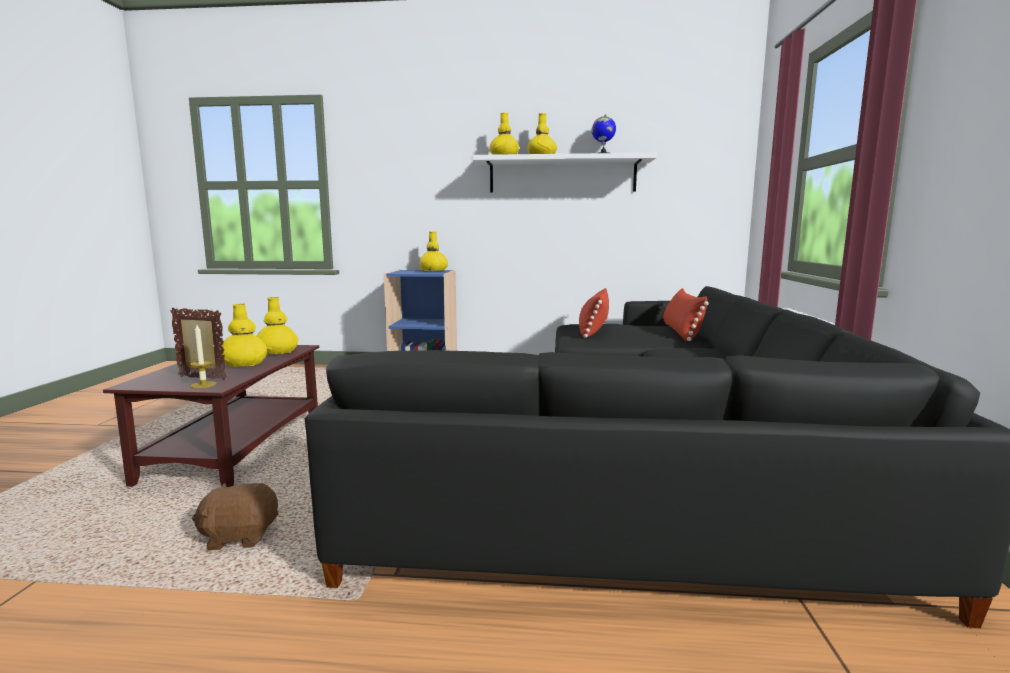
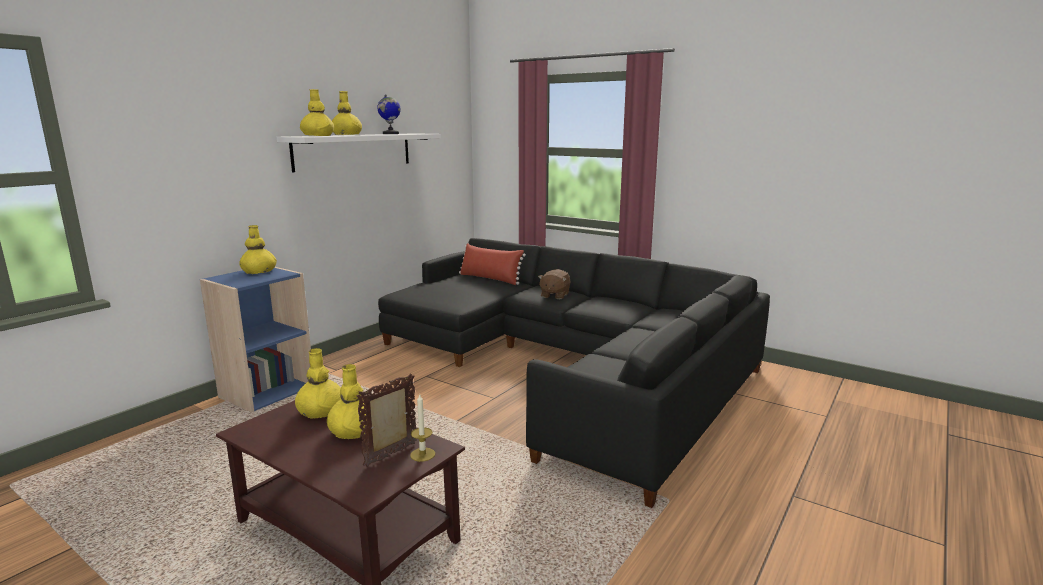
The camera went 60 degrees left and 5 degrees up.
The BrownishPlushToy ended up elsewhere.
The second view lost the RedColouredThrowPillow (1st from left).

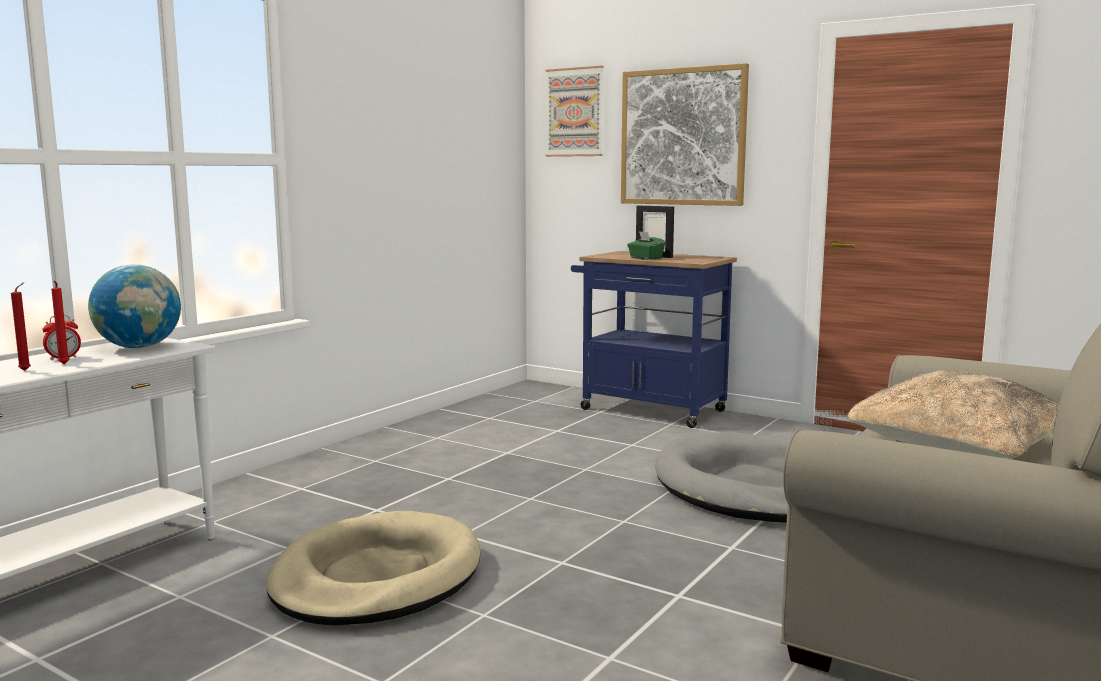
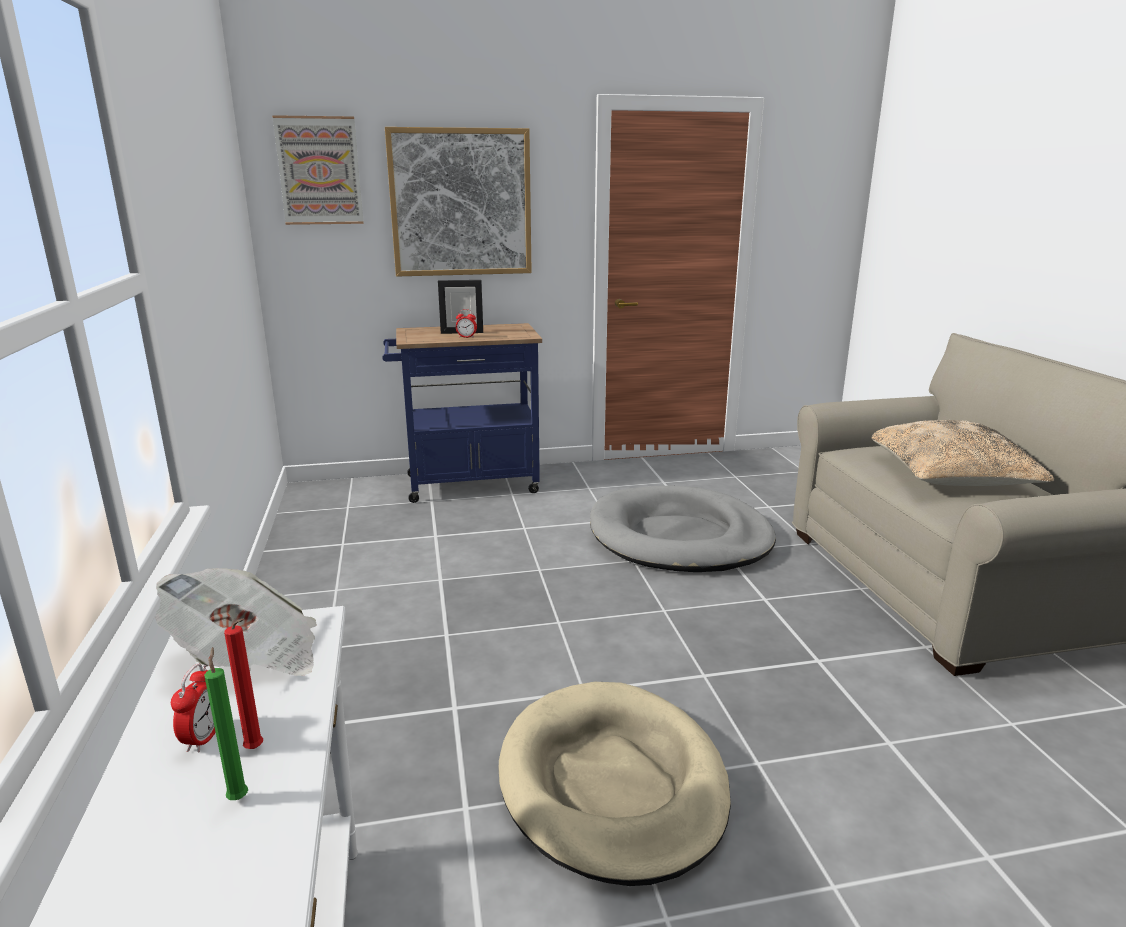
The camera went 45 degrees left and 10 degrees up.
What was the RedColouredCandle (1st from left) turned into the GreenColouredCandle.
Where the WorldGlobe stood, the PrintedPaper came to stand.
Where the GreenColouredTissueBox stood, the TableClock (2nd from left) came to stand.

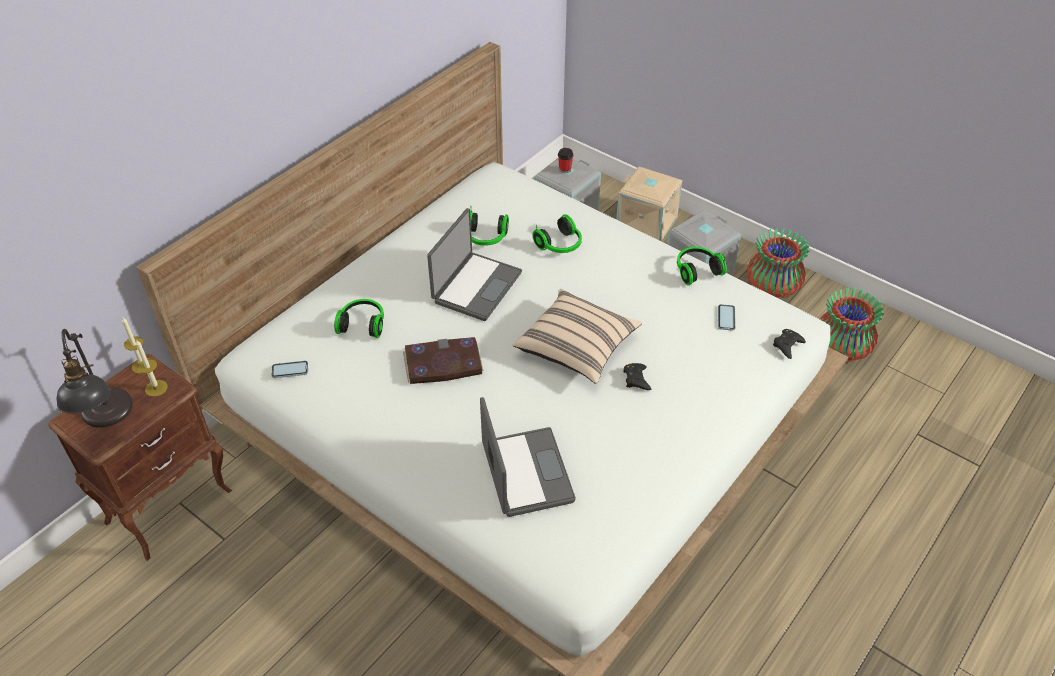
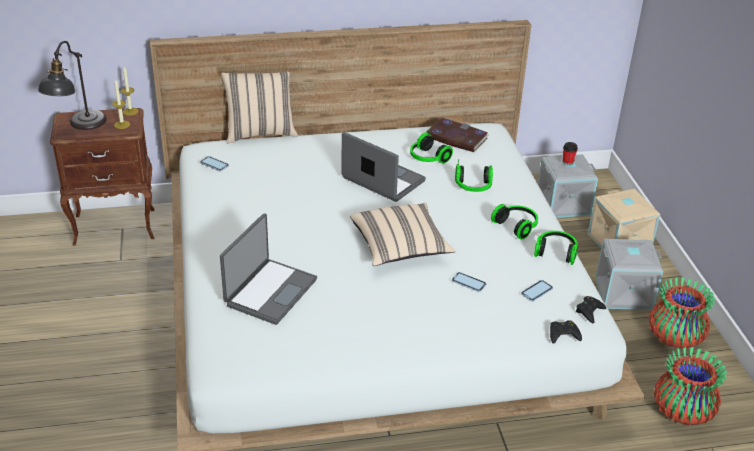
The camera went 40 degrees right and 10 degrees down.
The Headphones (1st from left in the first image) ended up elsewhere.
The BoundBook ended up elsewhere.
The NotebookComputer (1st from left in the first image) ended up facing another way, 120 degrees counterclockwise from before.
The BlackishJoypad (1st from left in the first image) ended up elsewhere.
The second view gained the BeigeColouredThrowPillow (1st from left).
The second view gained the Handset (2nd from left).

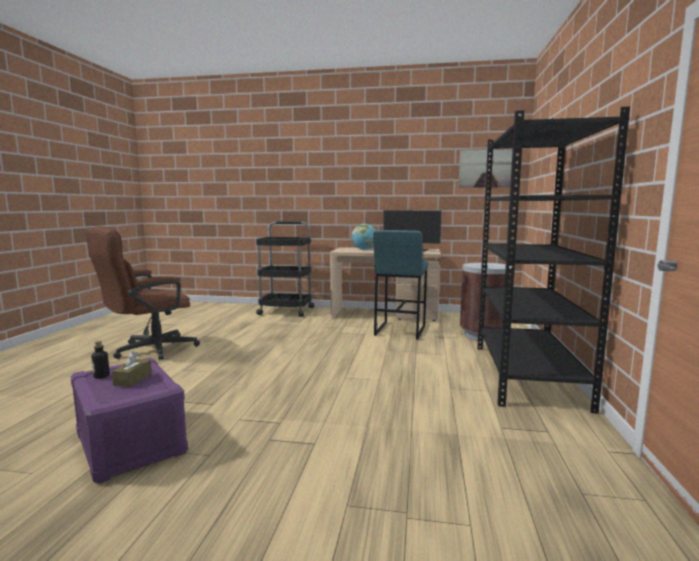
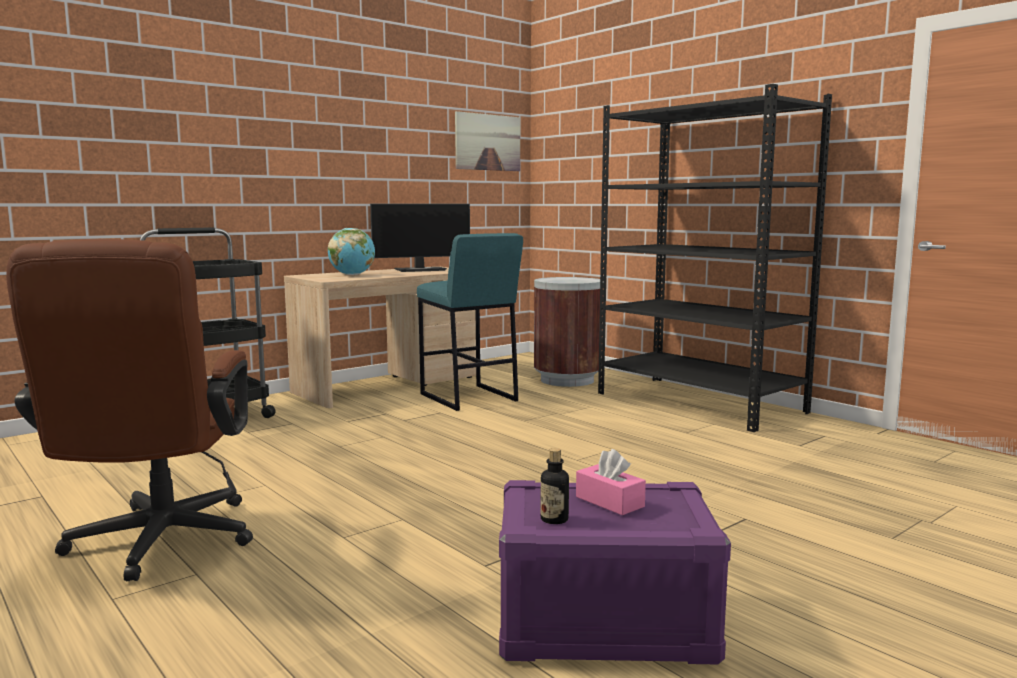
The camera went 50 degrees left and 0 degrees up.
What was the BrownishTissueBox turned into the PinkishTissueBox.

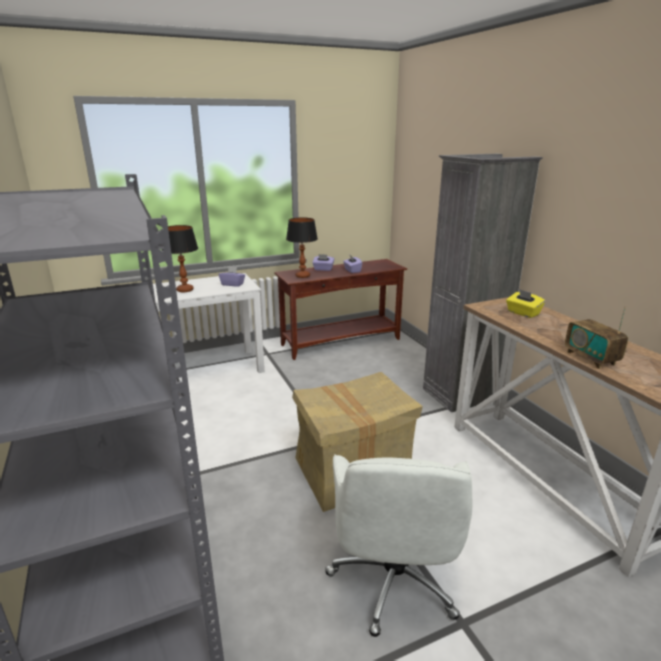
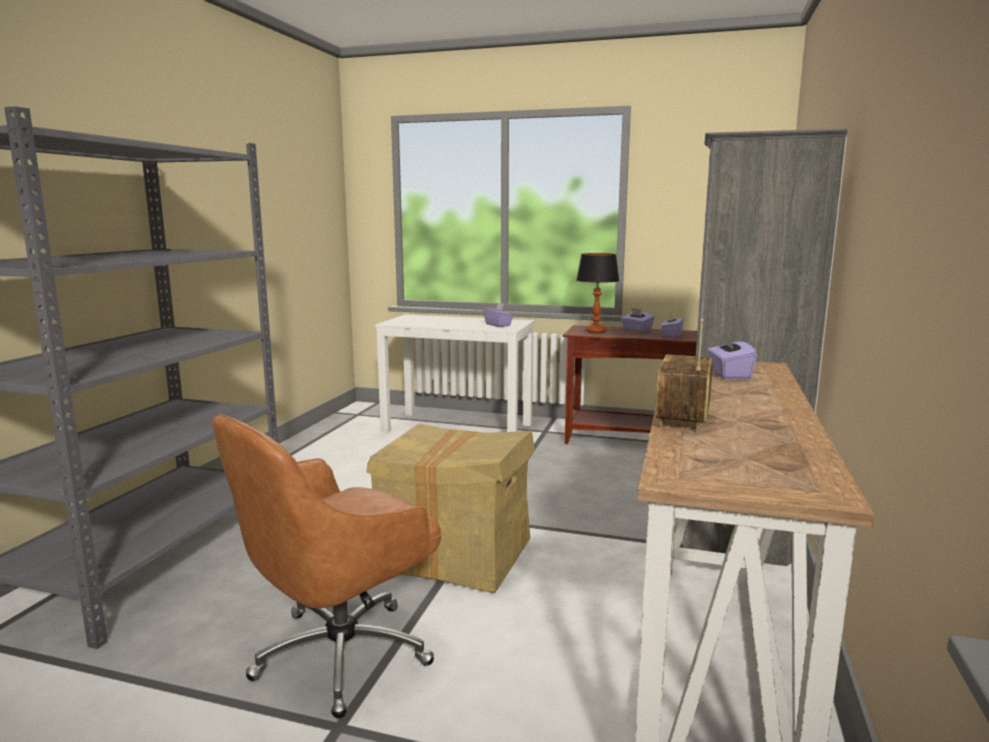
The camera went 40 degrees right and 10 degrees down.
The second view lost the LampForATable (1st from left).
What was the WhiteColouredComputerChair turned into the BrownishComputerChair.
What was the YellowColouredTissueBox turned into the PurpleTissueBox (4th from left).

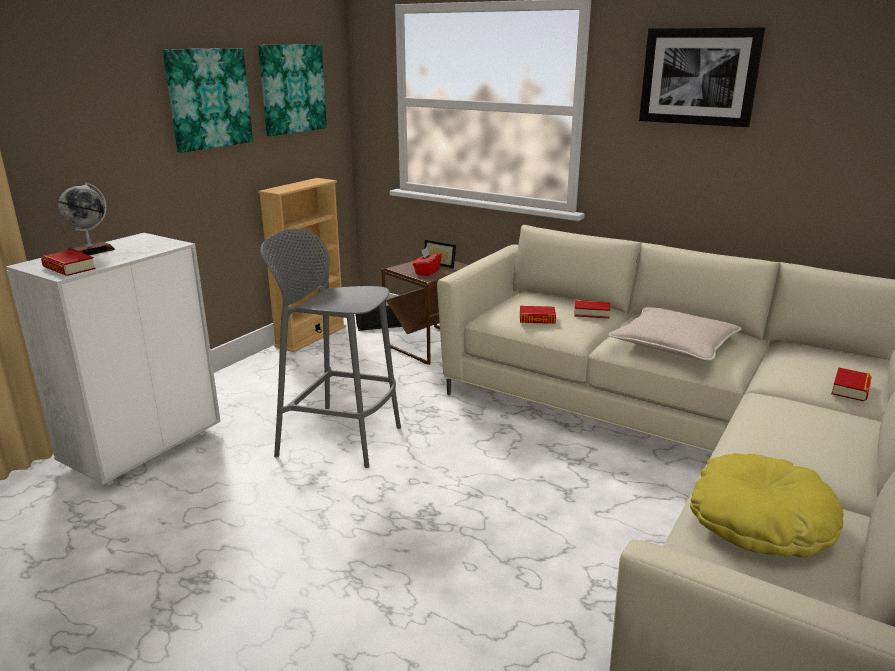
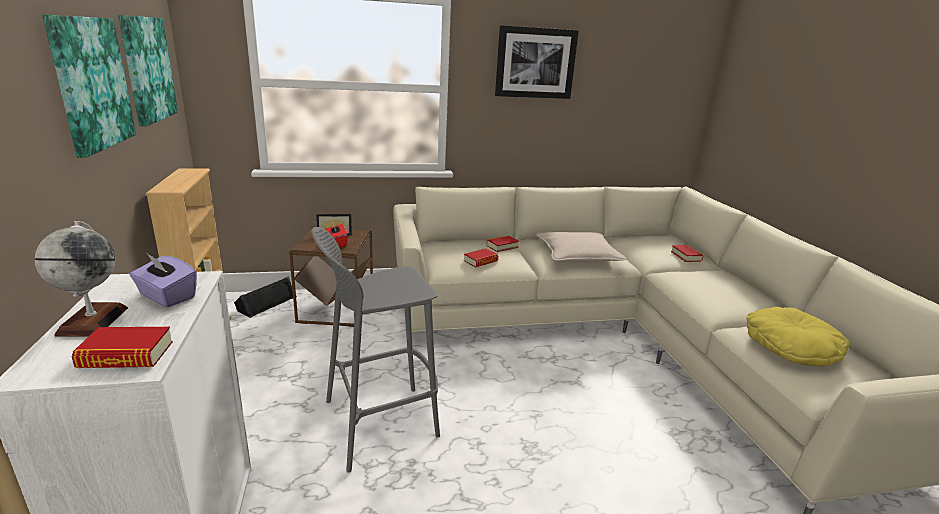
The camera went 45 degrees left and 0 degrees up.
The second view gained the PurpleTissueBox.

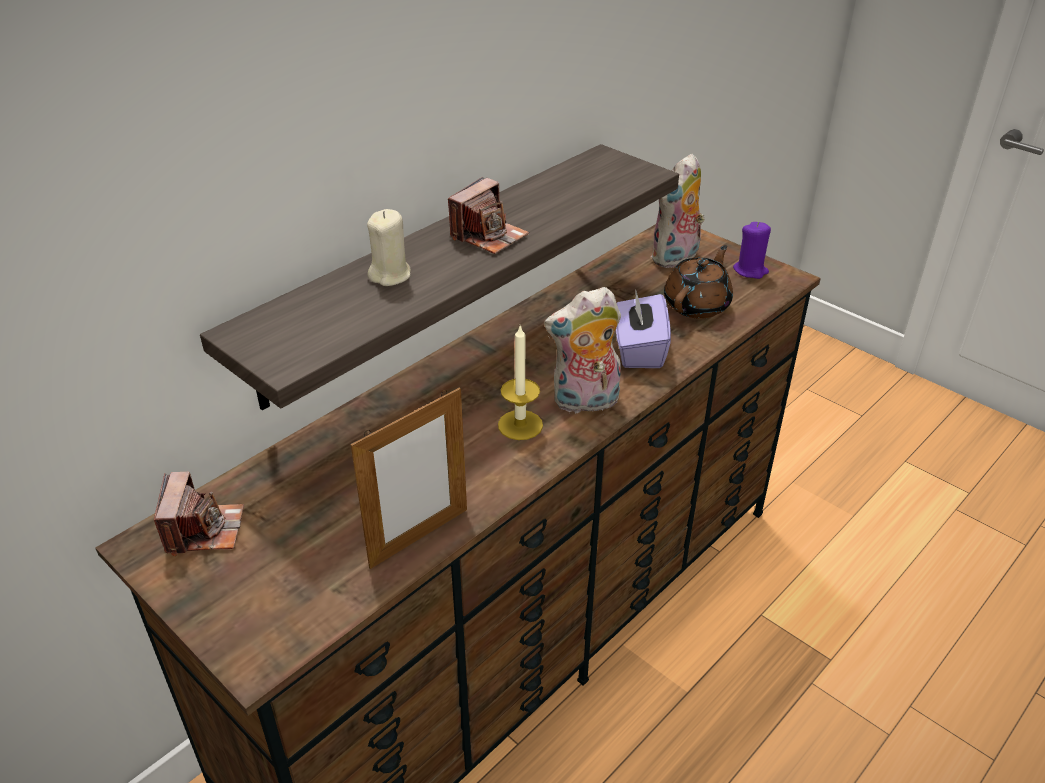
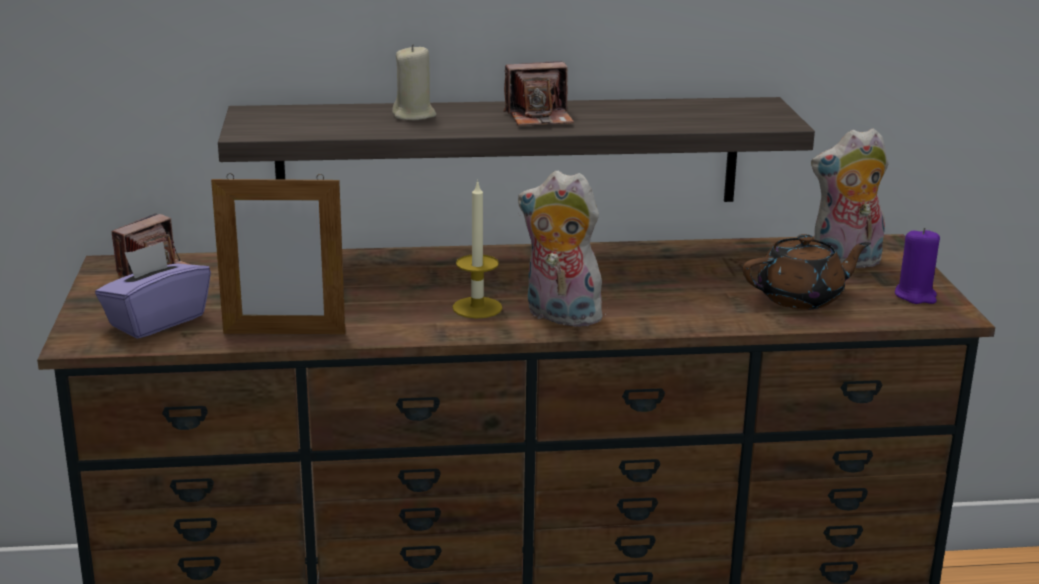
The camera went 40 degrees right and 15 degrees down.
The PurpleTissueBox ended up elsewhere.

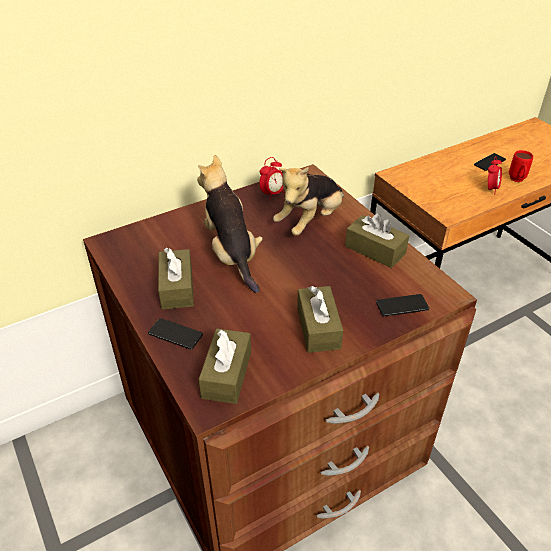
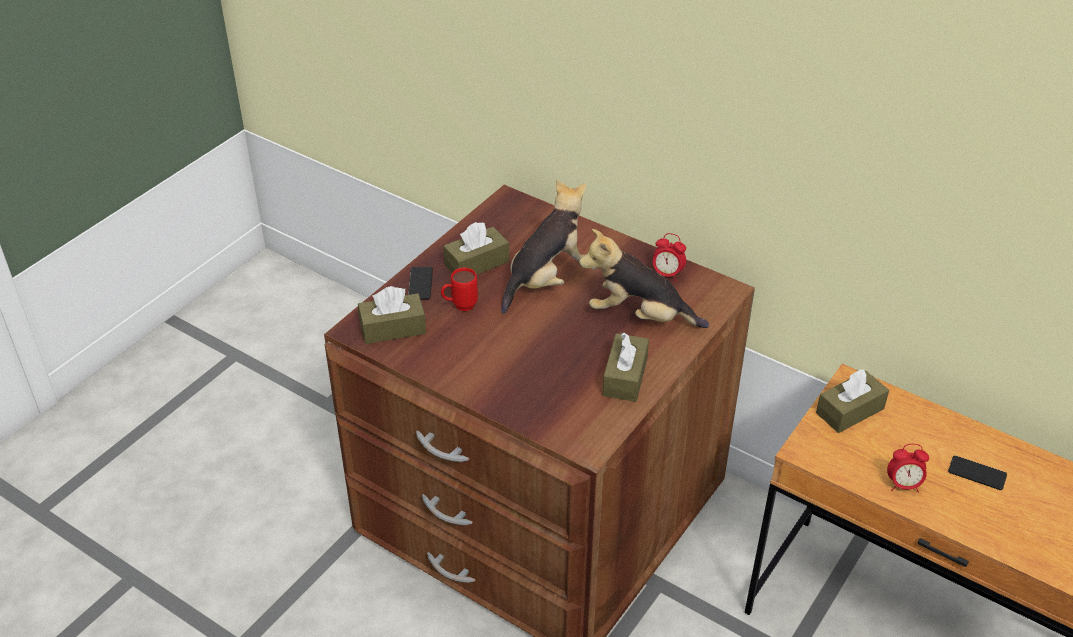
The camera went 65 degrees right and 0 degrees up.
The BrownishTissueBox (3rd from left in the first image) ended up elsewhere.
The second view lost the Handset (2nd from left).
The RedColouredTeaMug ended up elsewhere.

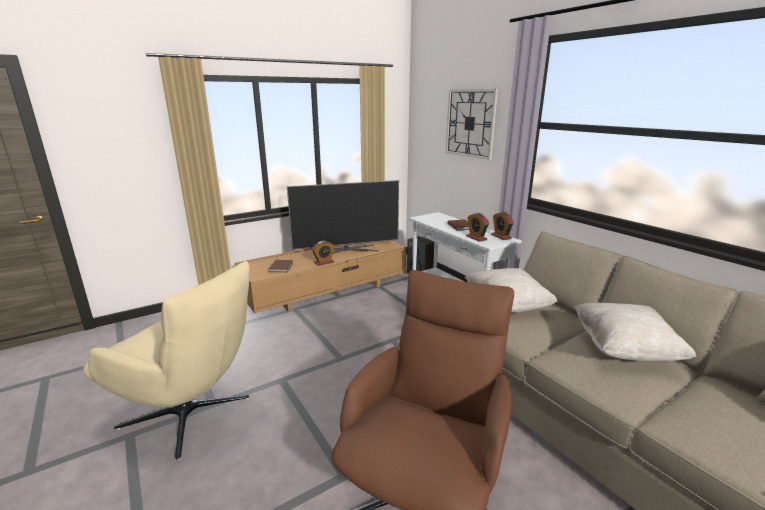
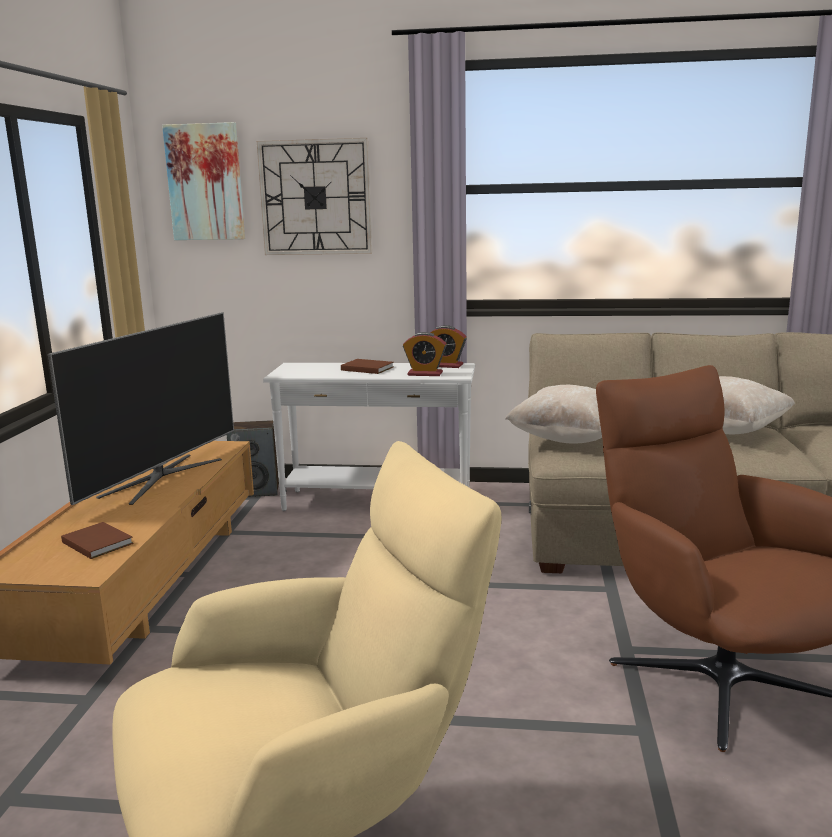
The camera went 50 degrees left and 5 degrees down.
The second view lost the TableClock (1st from left).
The second view gained the WallArt.

